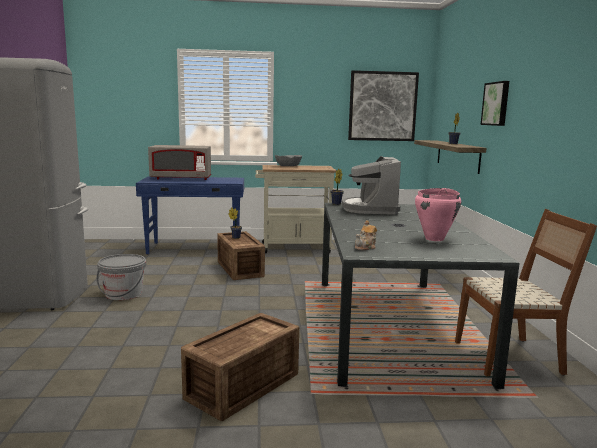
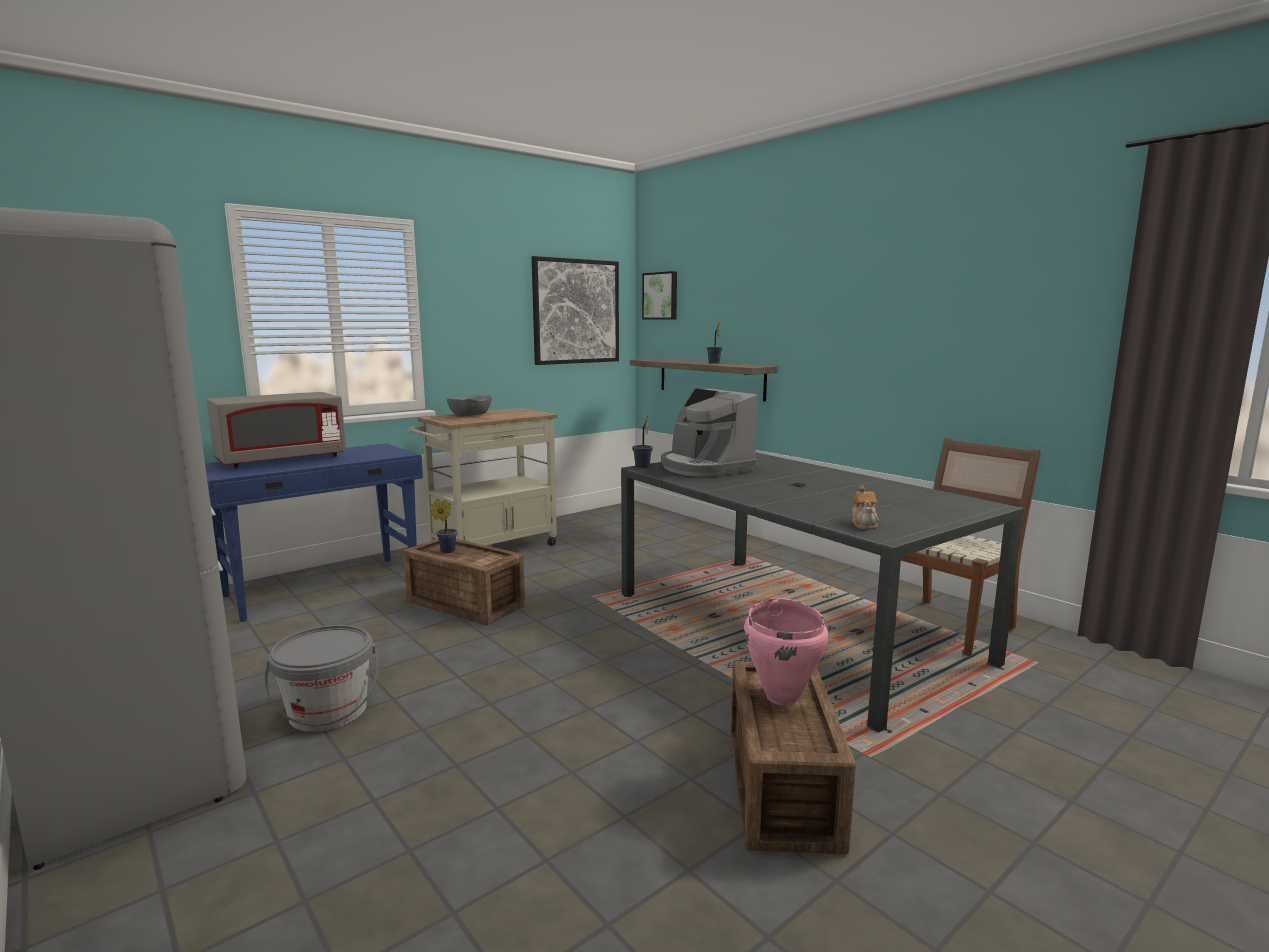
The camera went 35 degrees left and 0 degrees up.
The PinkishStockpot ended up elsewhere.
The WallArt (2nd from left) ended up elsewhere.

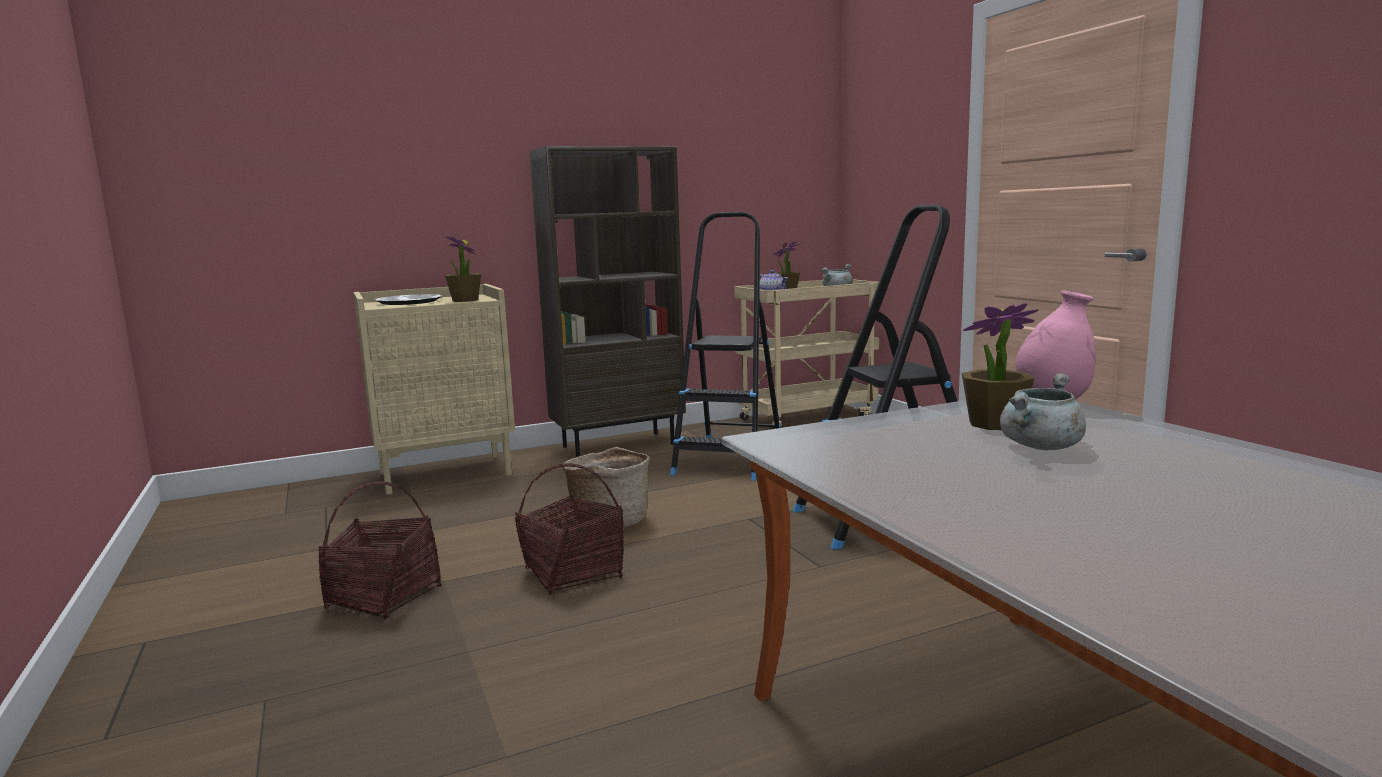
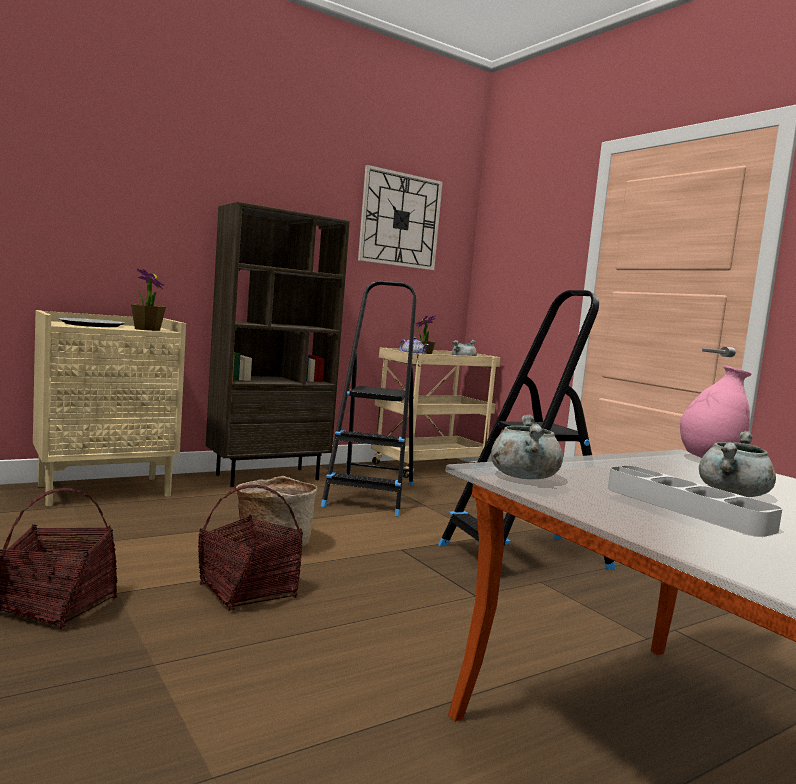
The camera went 10 degrees left and 5 degrees down.
The second view lost the PlantInAPot (3rd from left).
The second view gained the ClockOnTheWall.
The second view gained the GreyStockpot (2nd from left).
The second view gained the GreyCarryingTray.

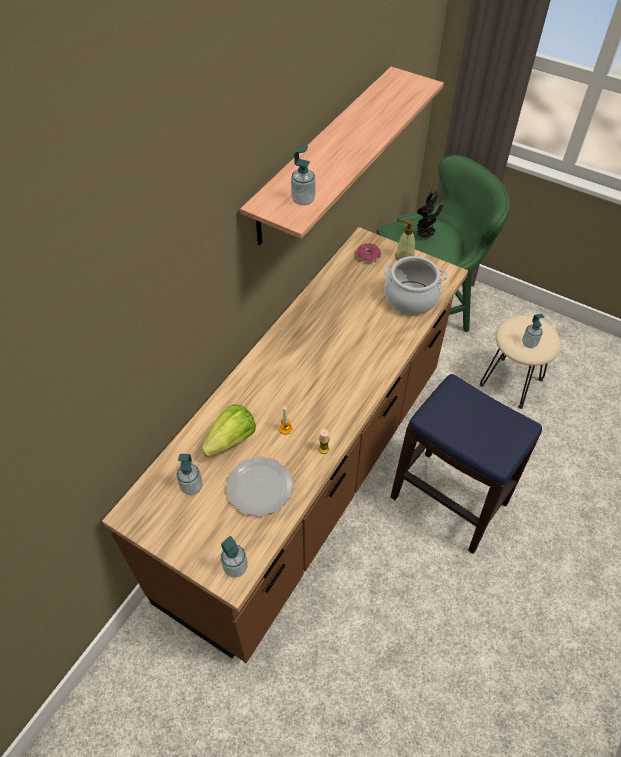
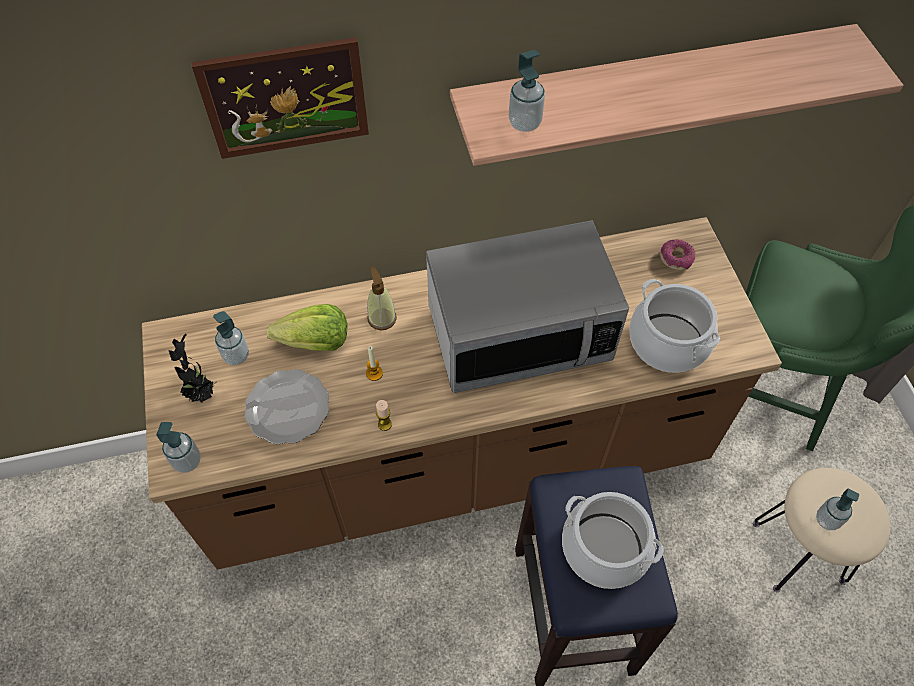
The camera went 45 degrees right and 5 degrees up.
The SoapDispenser (4th from left in the first image) ended up elsewhere.
The PlantInAPot ended up elsewhere.
The second view gained the WallArt.
The second view gained the MicrowaveOven.
The second view gained the Stockpot (1st from left).

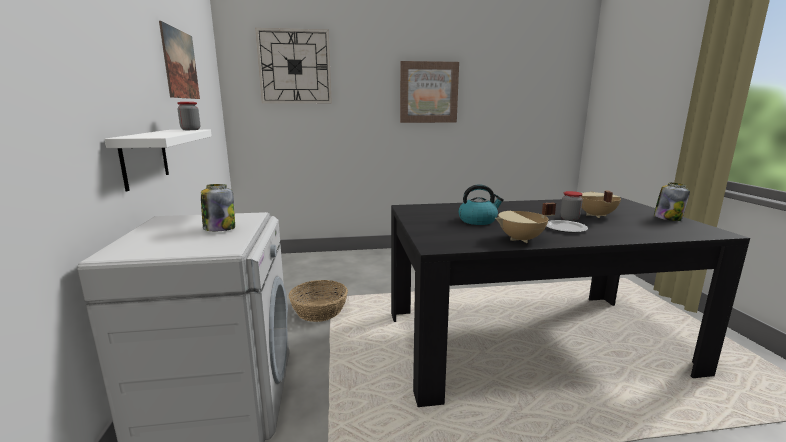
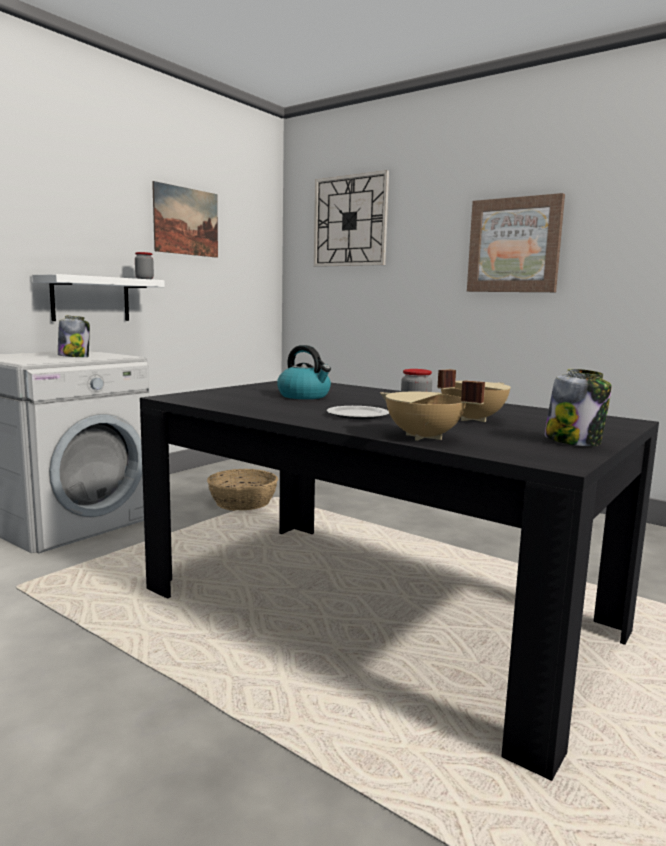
The camera went 45 degrees right and 5 degrees down.
The BeigeColouredStockpot (1st from left) ended up elsewhere.

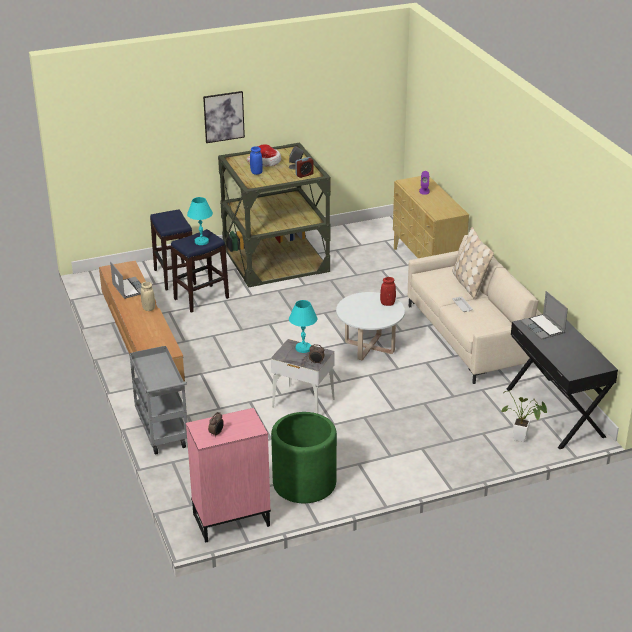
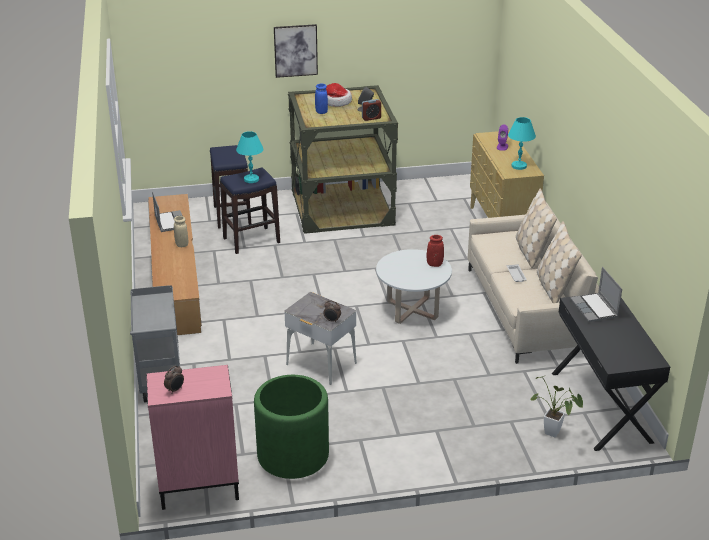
The camera went 10 degrees right and 0 degrees up.
The TurquoiseLampForATable (2nd from left) ended up elsewhere.
The second view gained the BeigeColouredThrowPillow (2nd from left).

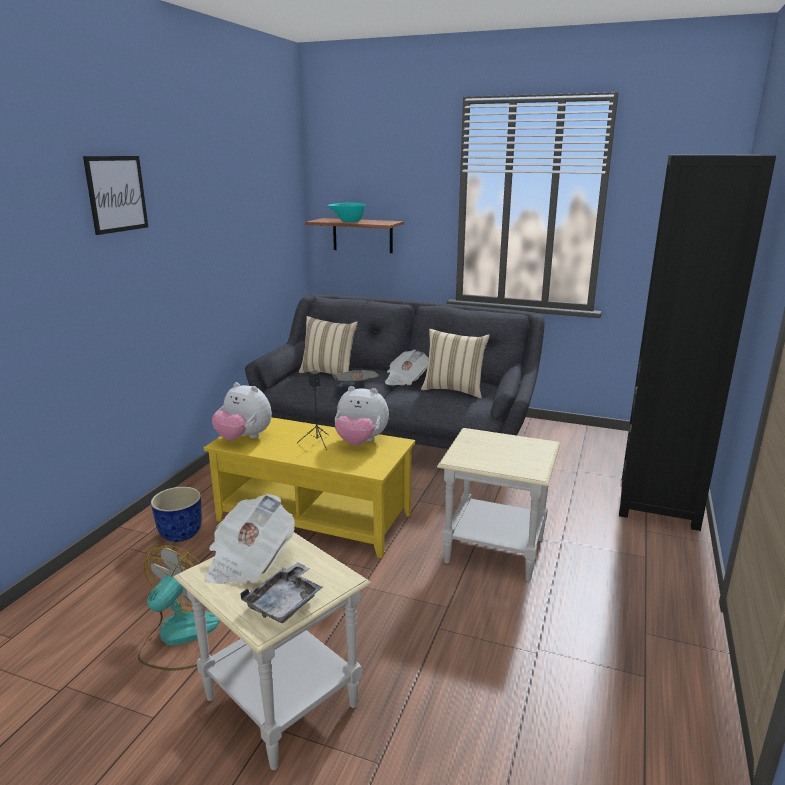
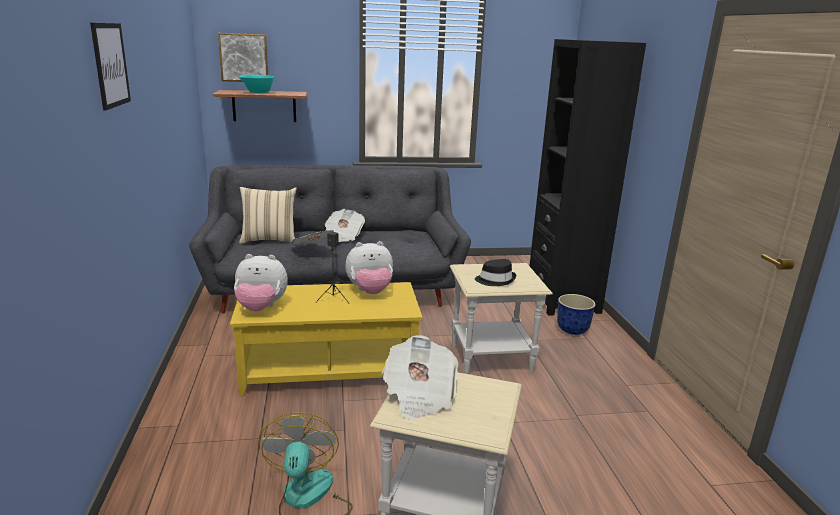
The camera went 30 degrees left and 0 degrees up.
The Planter ended up elsewhere.
The second view lost the GreyCarryingTray.
The second view lost the BeigeColouredThrowPillow (2nd from left).
The second view gained the WallArt (2nd from left).
The second view gained the BlackishClothingHat.

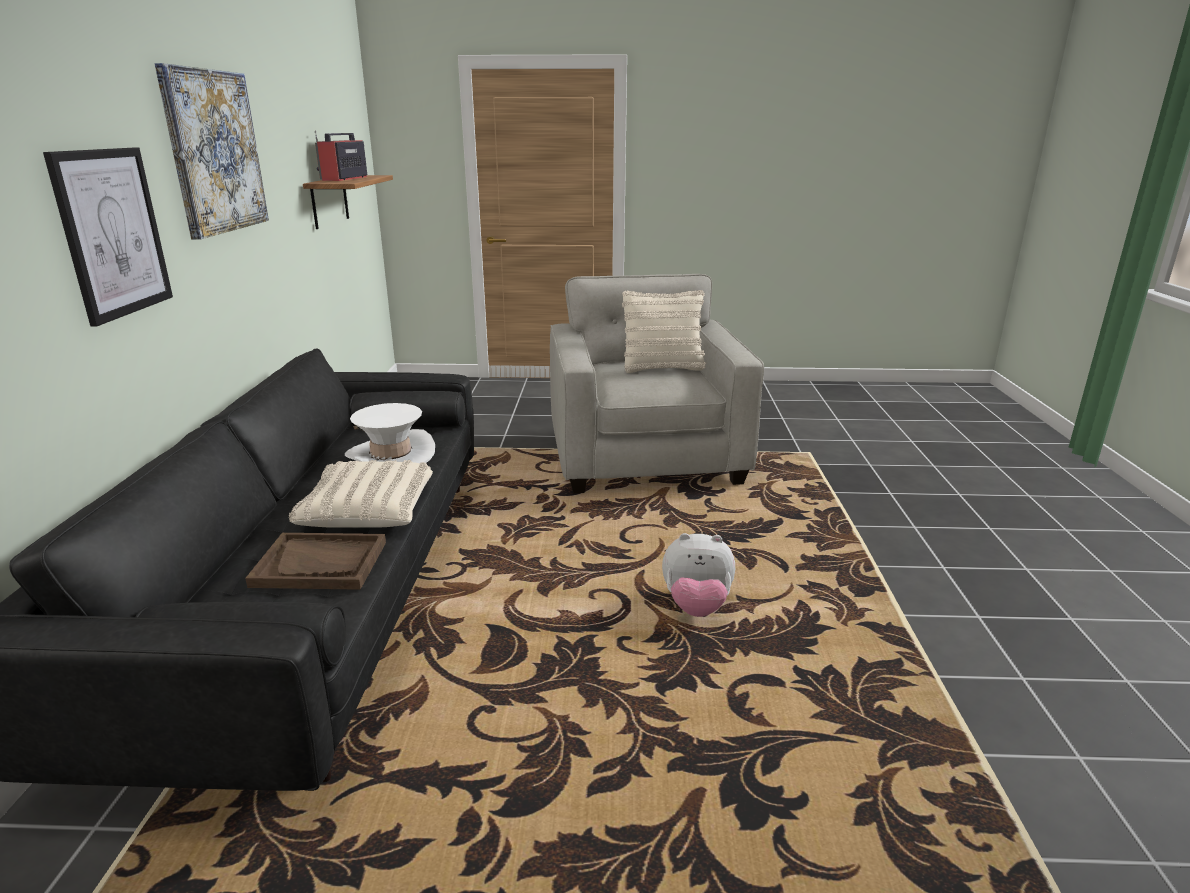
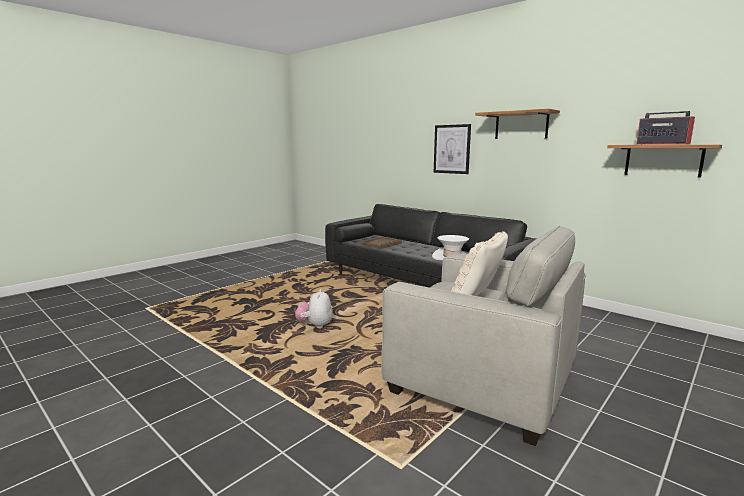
The camera went 130 degrees right and 10 degrees down.
Where the WallArt (2nd from left) hung, the Shelf (1st from left) came to hang.
The second view lost the BeigeColouredThrowPillow (1st from left).
The PlushToy ended up facing another way, 45 degrees counterclockwise from before.

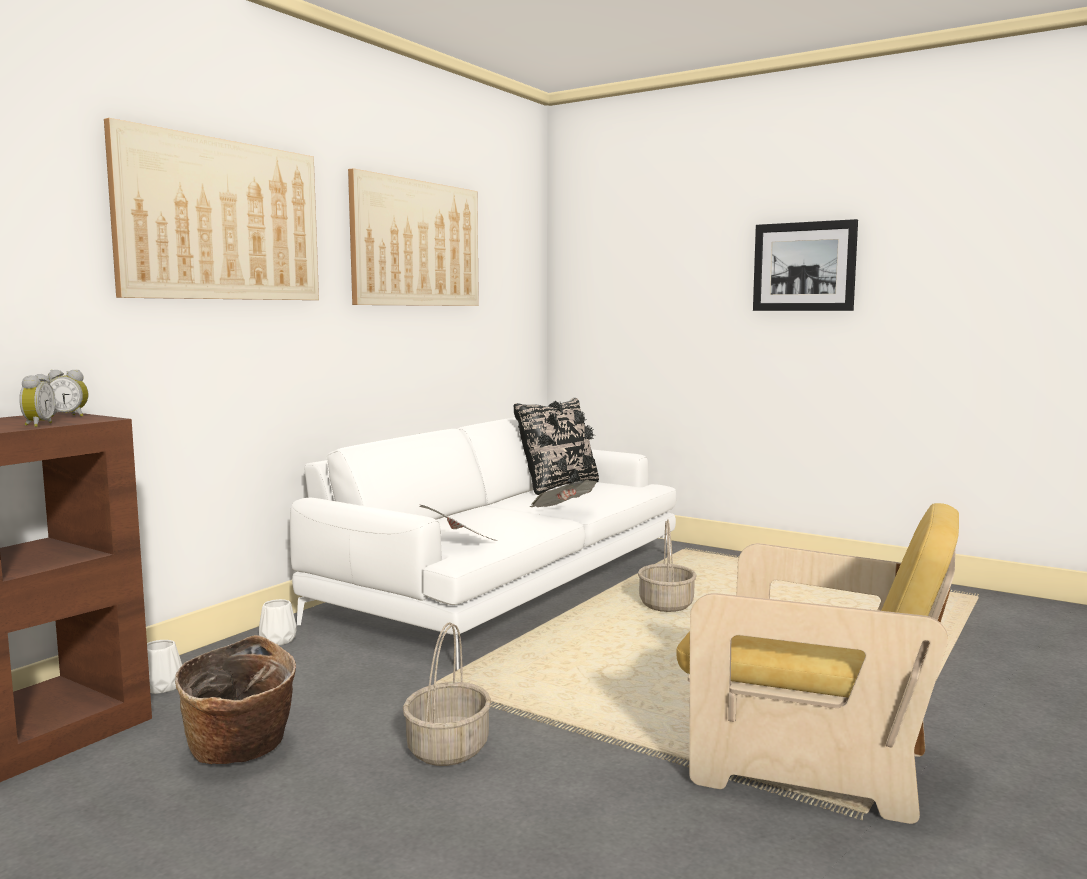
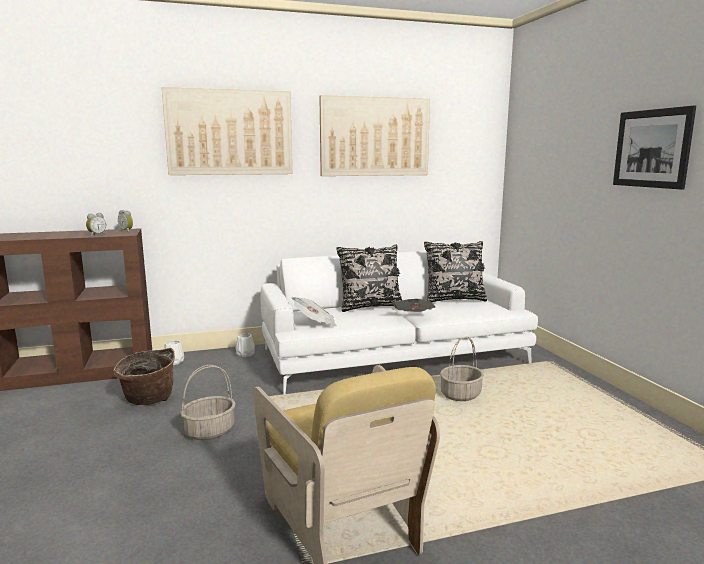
The camera went 40 degrees right and 5 degrees up.
The second view gained the BlackishThrowPillow (1st from left).

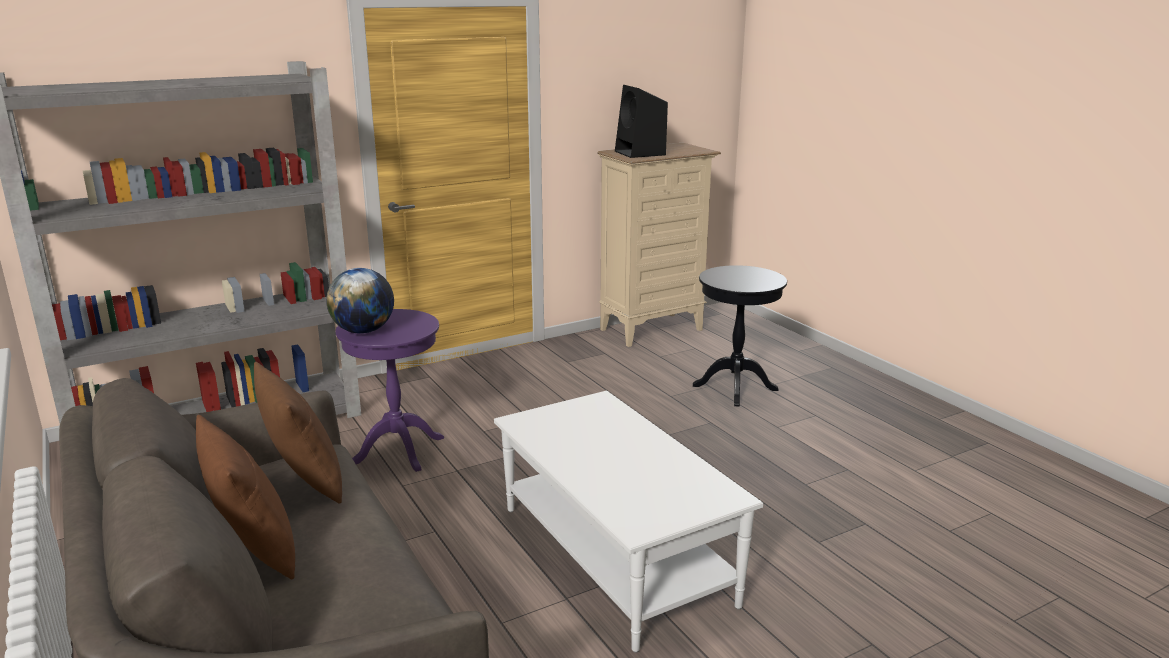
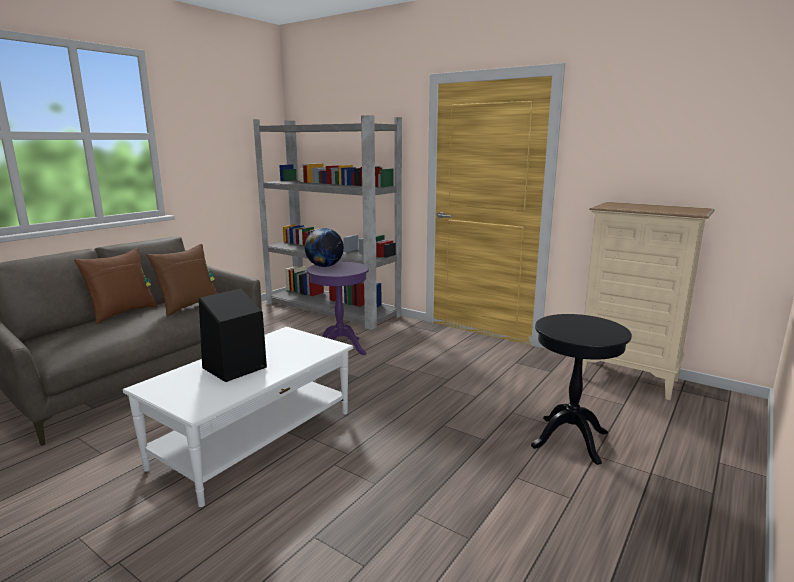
The camera went 65 degrees right and 5 degrees down.
The BlackishAudioSpeaker ended up elsewhere.

